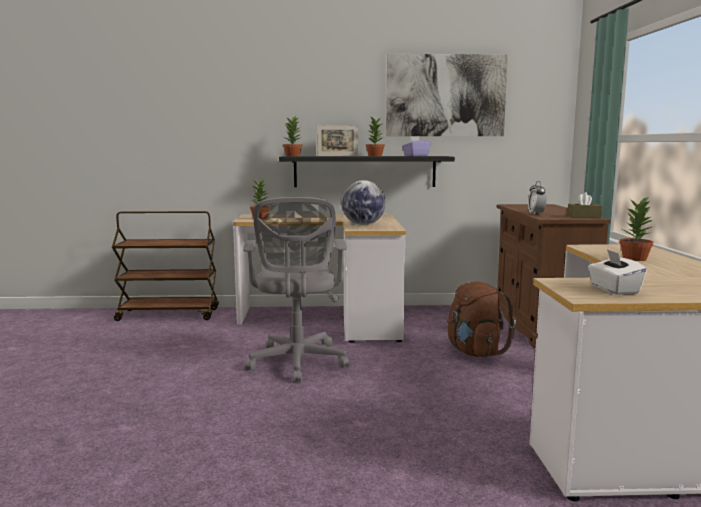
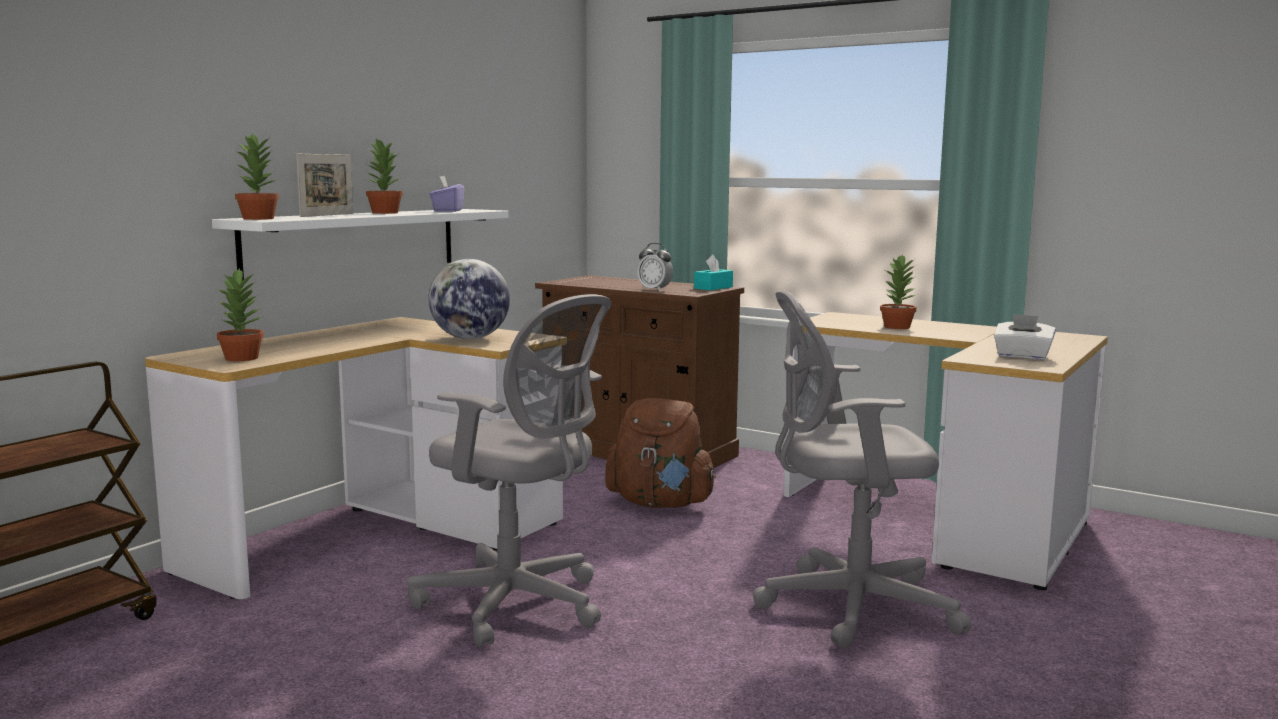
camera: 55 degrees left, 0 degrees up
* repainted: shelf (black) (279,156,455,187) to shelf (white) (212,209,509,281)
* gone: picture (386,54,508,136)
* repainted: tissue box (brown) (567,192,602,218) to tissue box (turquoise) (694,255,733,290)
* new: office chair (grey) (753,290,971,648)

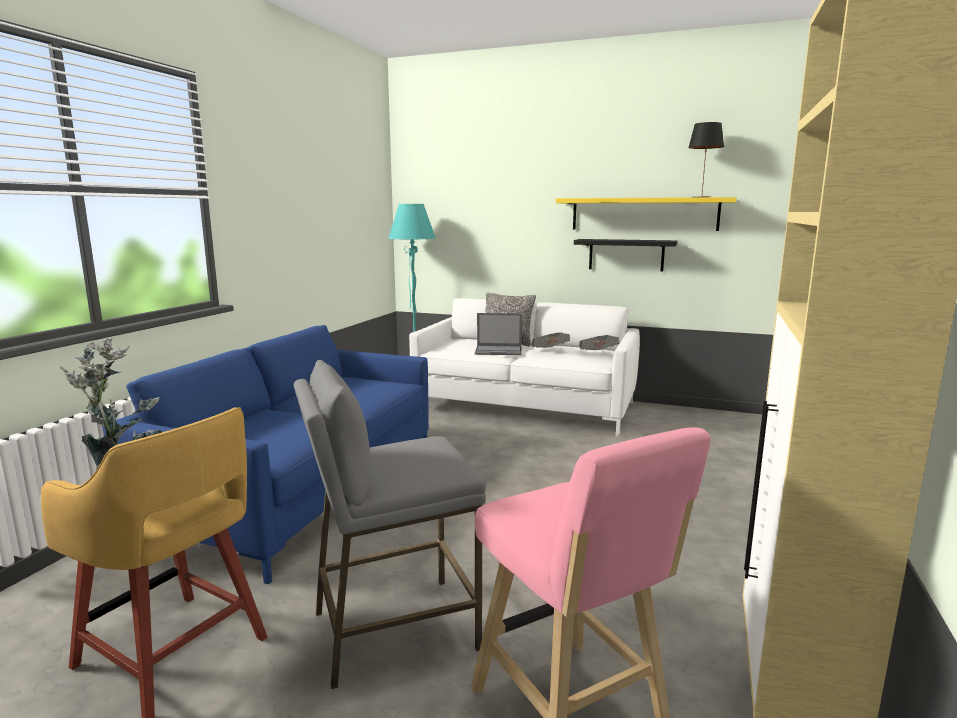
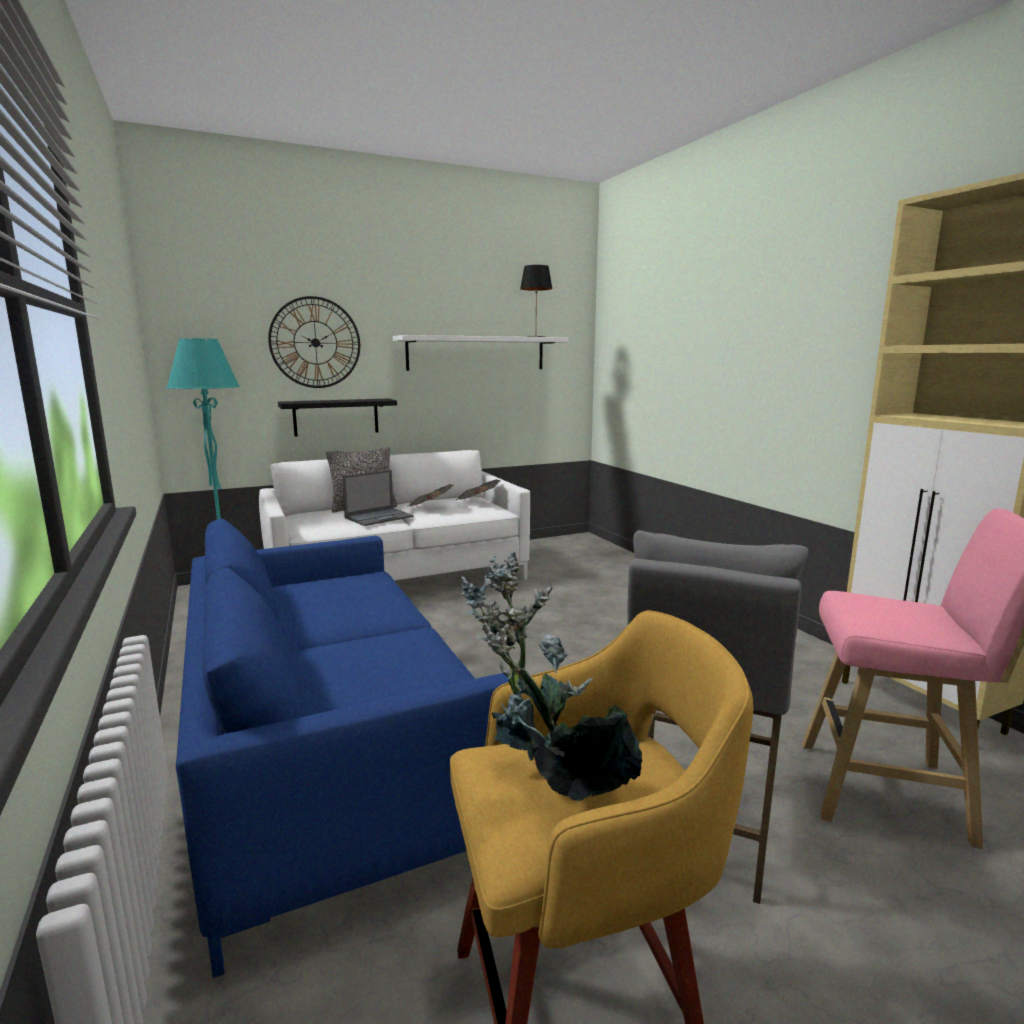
camera: 45 degrees left, 0 degrees up
* repainted: shelf (yellow) (556,197,737,231) to shelf (white) (393,335,569,371)
* shifted: shelf (black) (574,239,678,272) to (278,398,397,437)
* new: wall clock (268,296,360,388)

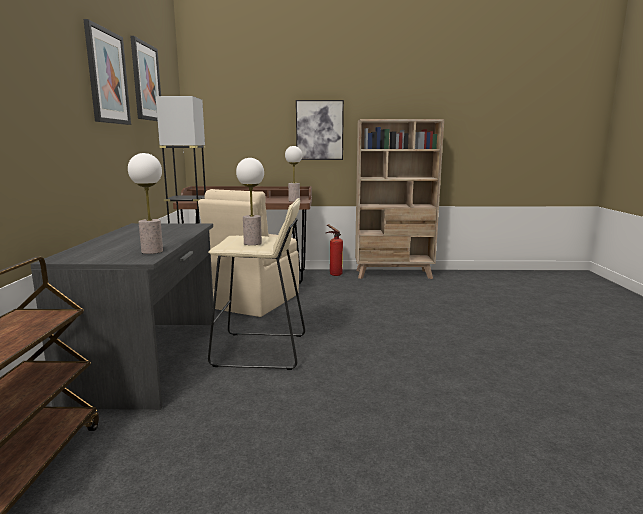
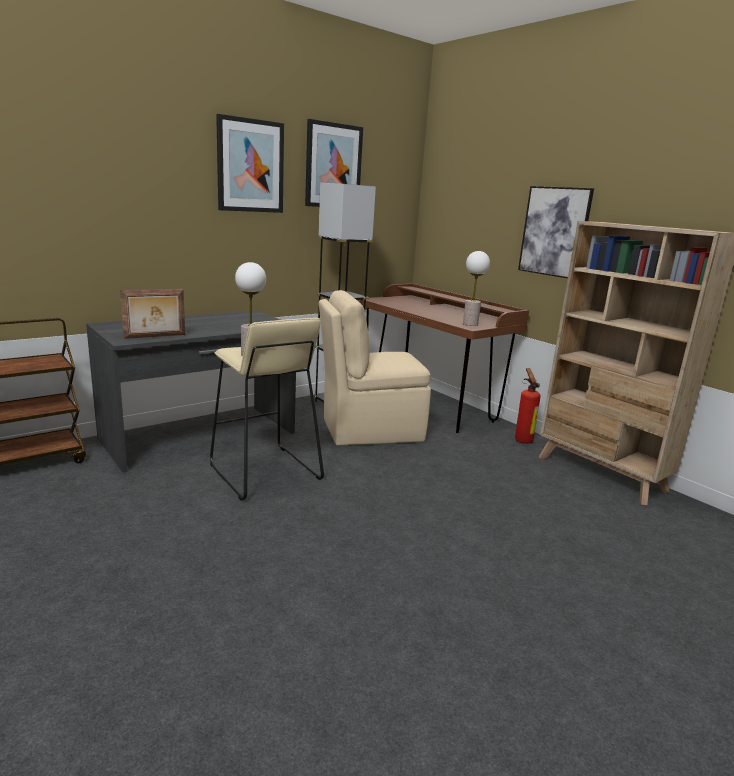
camera: 50 degrees right, 5 degrees up
* swapped: table lamp (128,153,163,254) to picture frame (120,289,185,339)

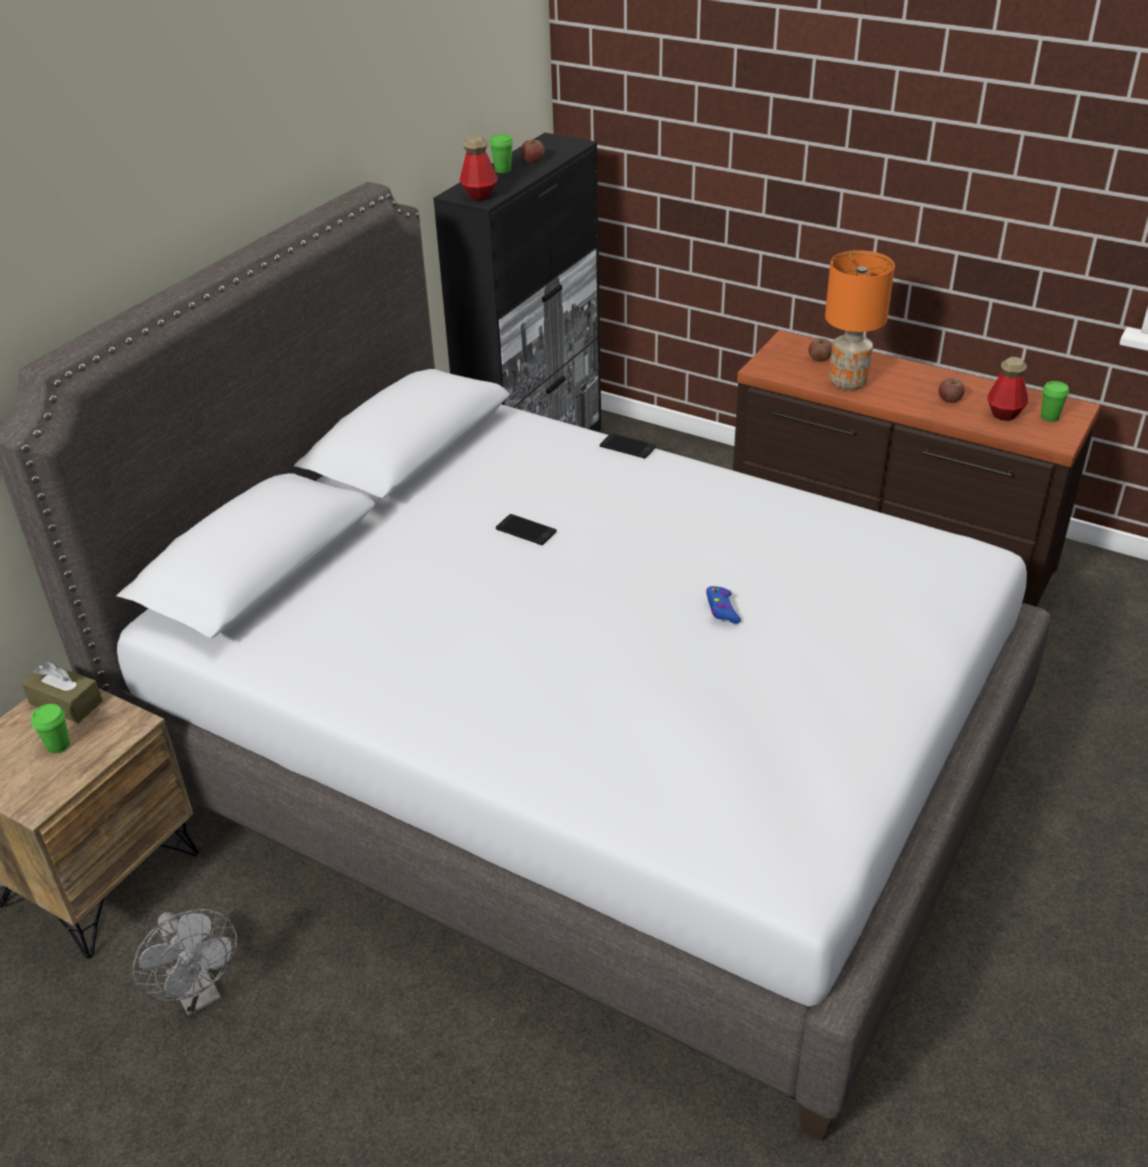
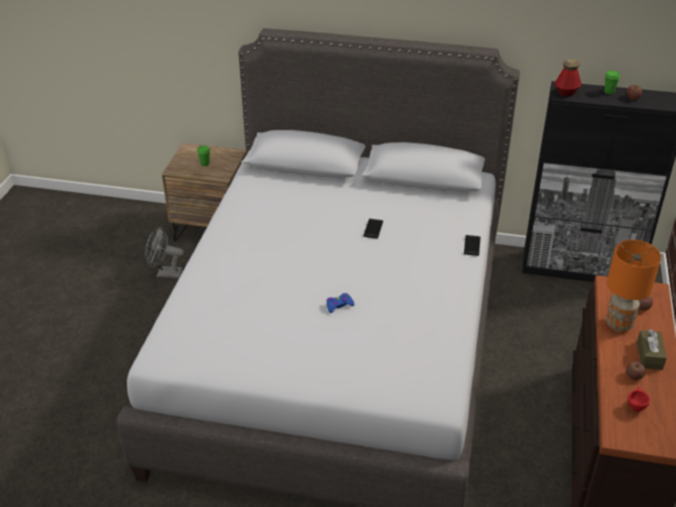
camera: 70 degrees right, 0 degrees up
* shifted: tissue box (brown) (21,662,103,723) to (637,329,667,370)
* rotated: fan (grey) (133,909,237,1016) = (145,227,184,279) 60 degrees clockwise
* swapped: bottle (987,357,1028,421) to cup (red) (628,387,650,412)
* gone: cup (green) (1041,381,1069,422)

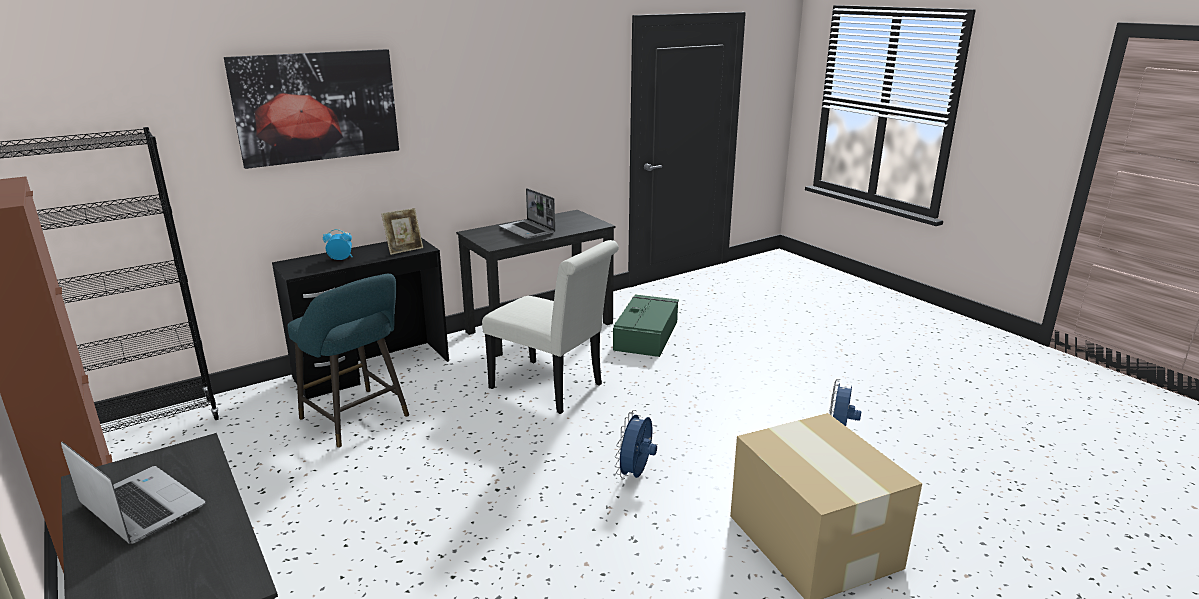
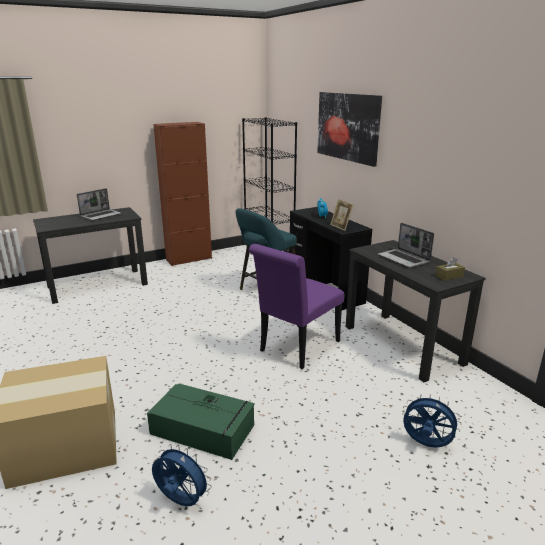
camera: 95 degrees right, 0 degrees up
* repainted: chair (white) (482,240,619,414) to chair (purple) (249,244,345,369)
* rotated: laptop (499,188,555,239) = (378,223,434,268) 90 degrees counterclockwise
* shifted: storage box (green) (613,295,679,357) to (147,383,255,460)
* shifted: fan (blue) (615,410,657,479) to (402,394,461,448)
* new: tissue box (brown) (435,257,465,281)

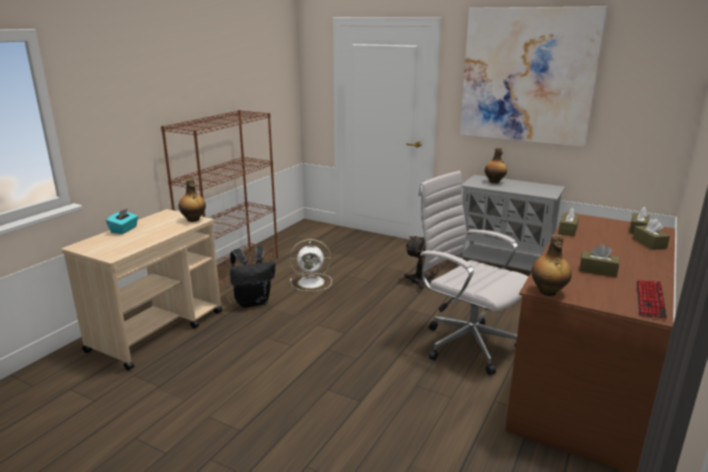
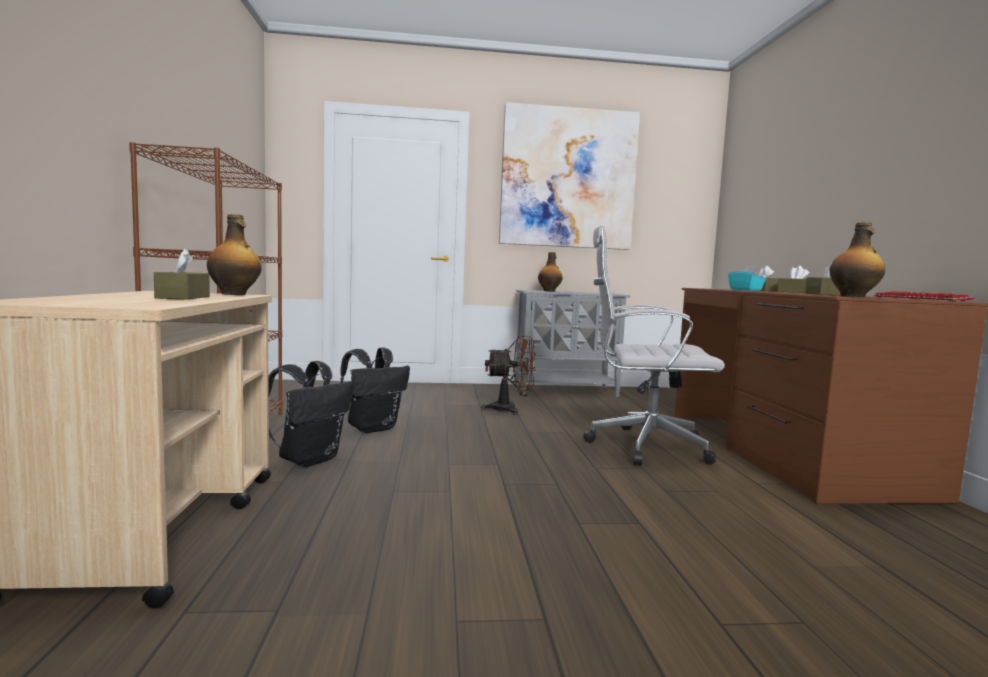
camera: 35 degrees left, 15 degrees down
* shifted: tissue box (turquoise) (106,208,138,234) to (728,266,766,291)
* swapped: fan (white) (290,239,332,291) to backpack (black) (340,347,410,433)
* shifted: tissue box (brown) (558,207,579,236) to (154,249,210,300)

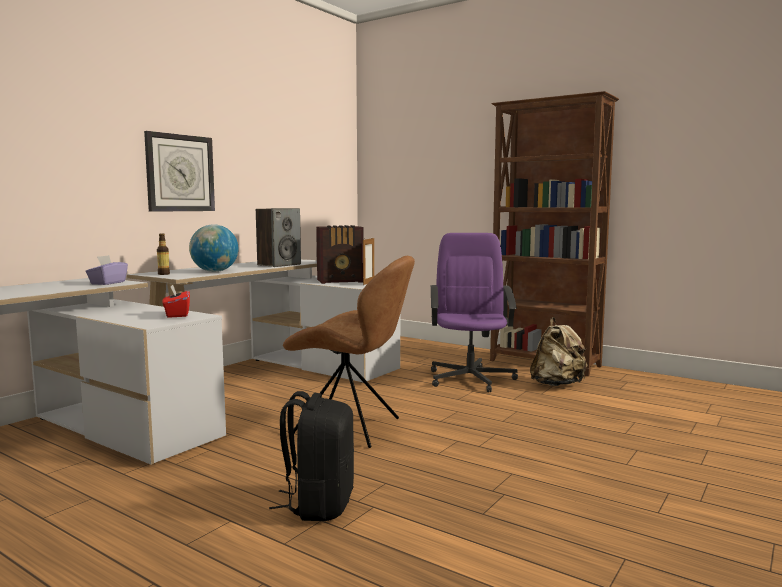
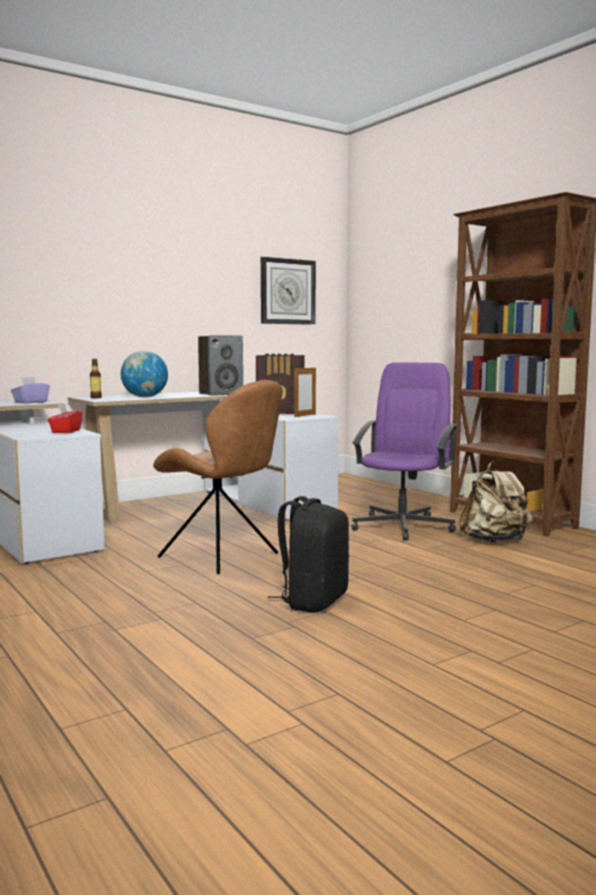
camera: 20 degrees right, 0 degrees up
* shifted: wall clock (144,131,215,212) to (261,257,316,325)
* shifted: backpack (black) (269,391,354,521) to (268,496,349,612)

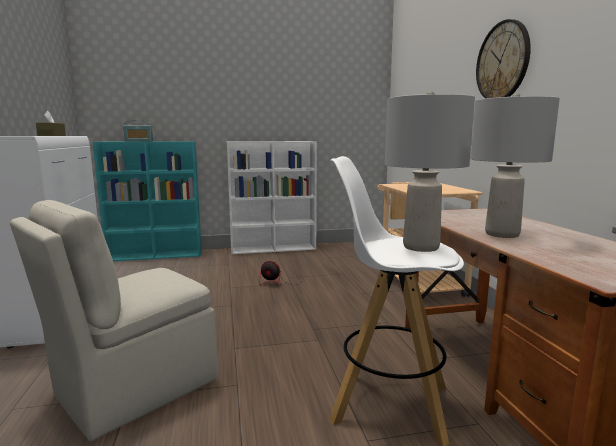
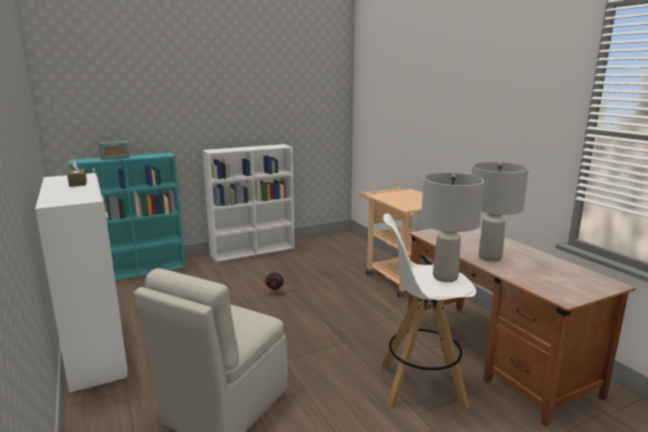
camera: 15 degrees left, 5 degrees up
* gone: wall clock (476,19,531,99)

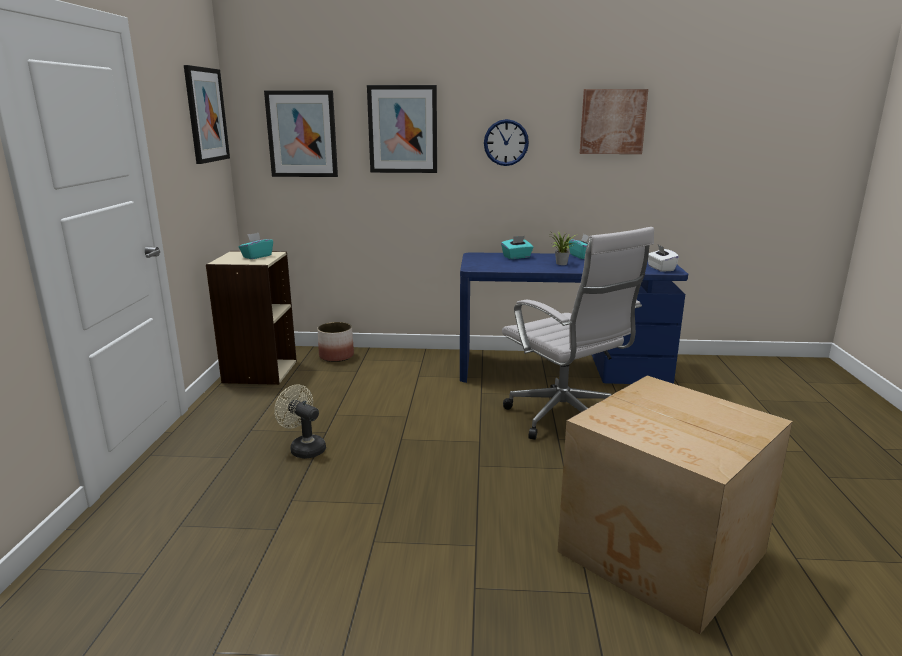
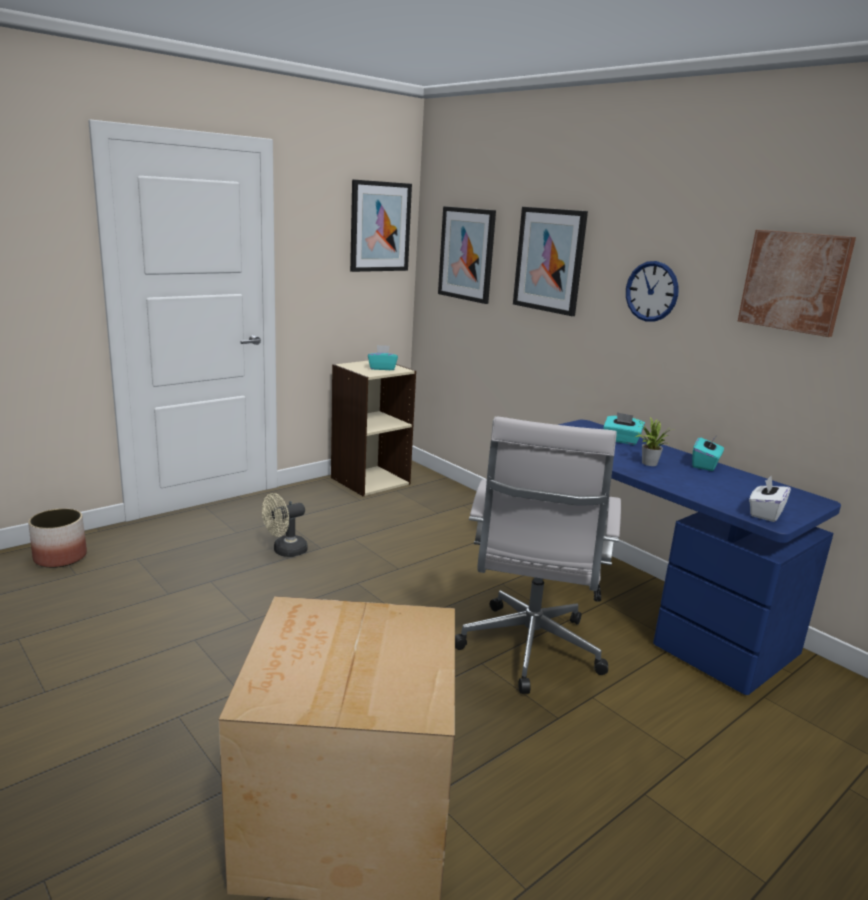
camera: 45 degrees right, 0 degrees up
* rotated: fan (beige) (274,385,326,459) = (262,493,308,557) 120 degrees counterclockwise
* shifted: planter (317,322,354,362) to (28,508,87,568)

